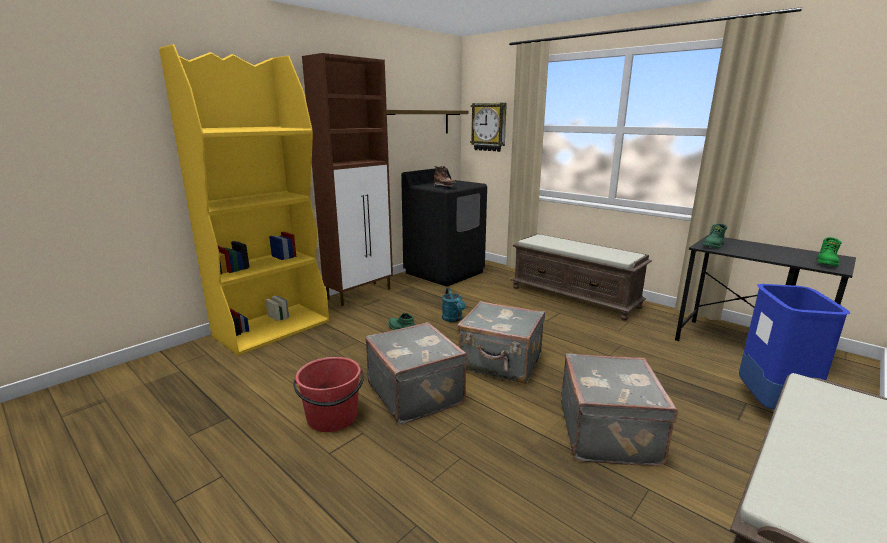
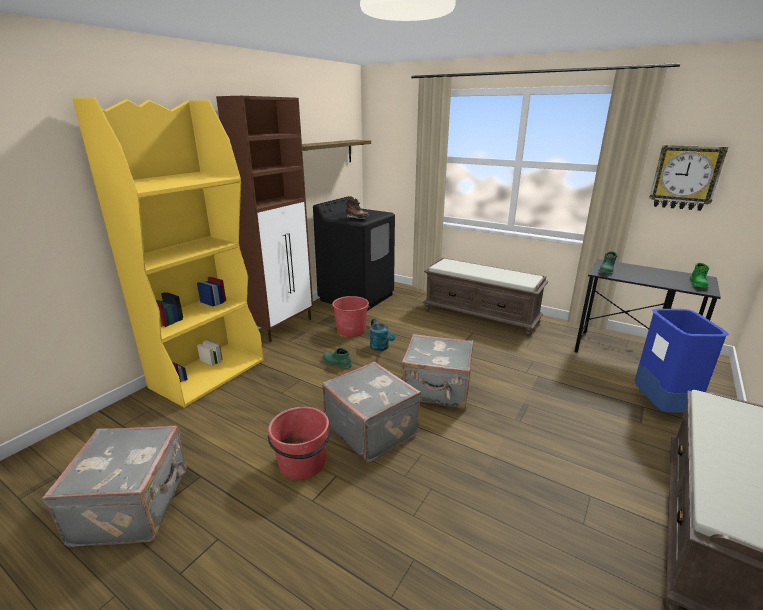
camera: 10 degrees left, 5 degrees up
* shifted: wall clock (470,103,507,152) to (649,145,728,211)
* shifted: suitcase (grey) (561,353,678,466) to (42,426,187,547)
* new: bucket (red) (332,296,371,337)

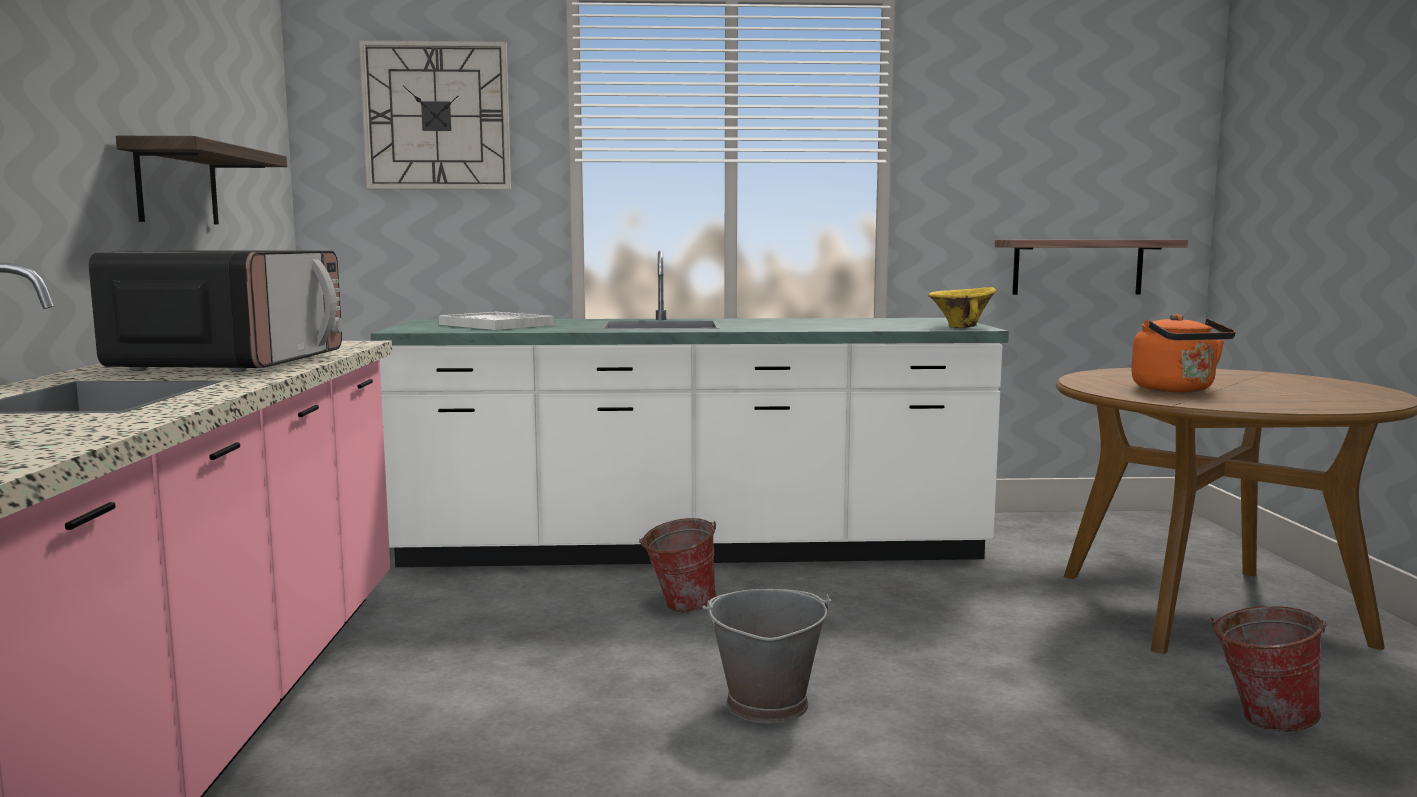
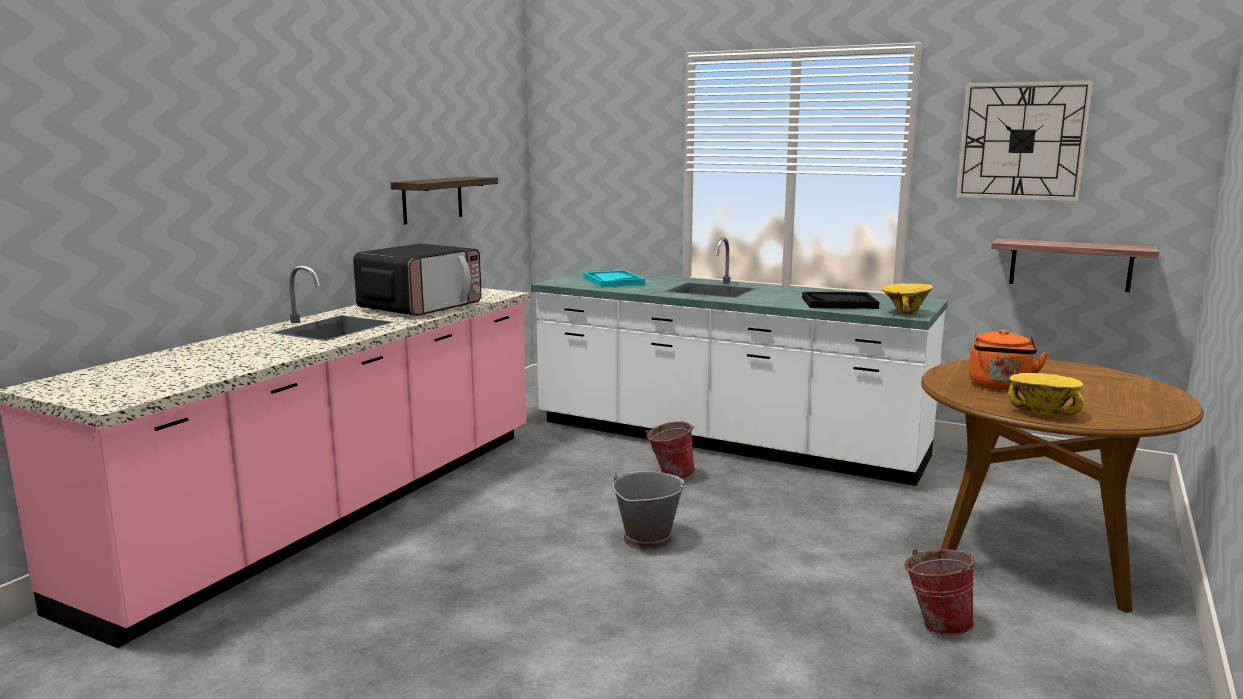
camera: 30 degrees right, 5 degrees up
* shifted: wall clock (359,40,511,190) to (956,80,1094,201)
* repainted: tray (white) (439,312,554,330) to tray (turquoise) (583,270,645,287)
* new: tray (black) (802,292,879,309)
* new: bowl (yellow) (1008,373,1084,416)

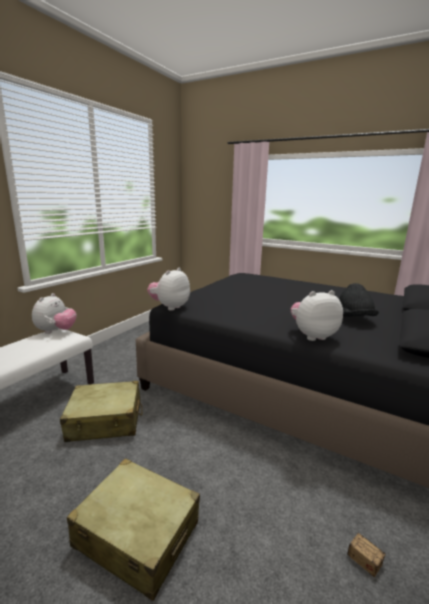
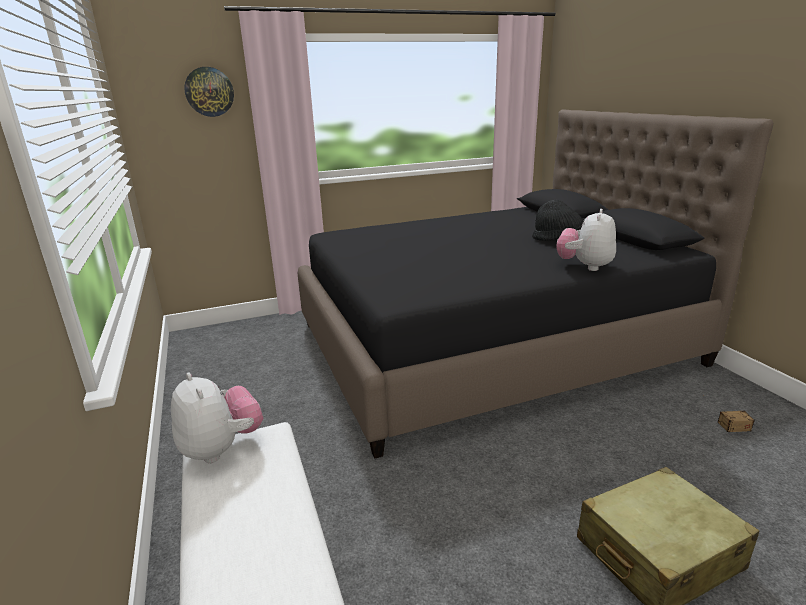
camera: 50 degrees left, 5 degrees up
* gone: suitcase (beige) (60,381,142,442)
* gone: plush toy (147,268,190,311)
* new: wall clock (184,67,234,117)

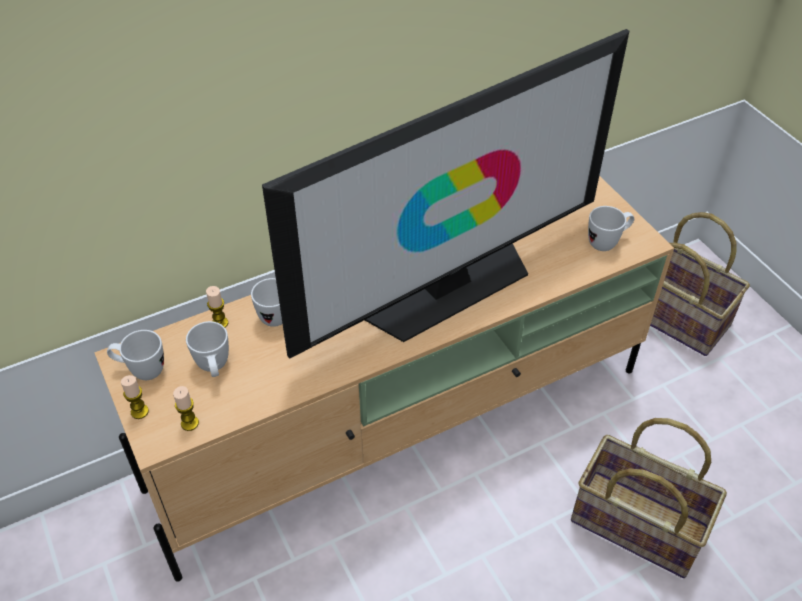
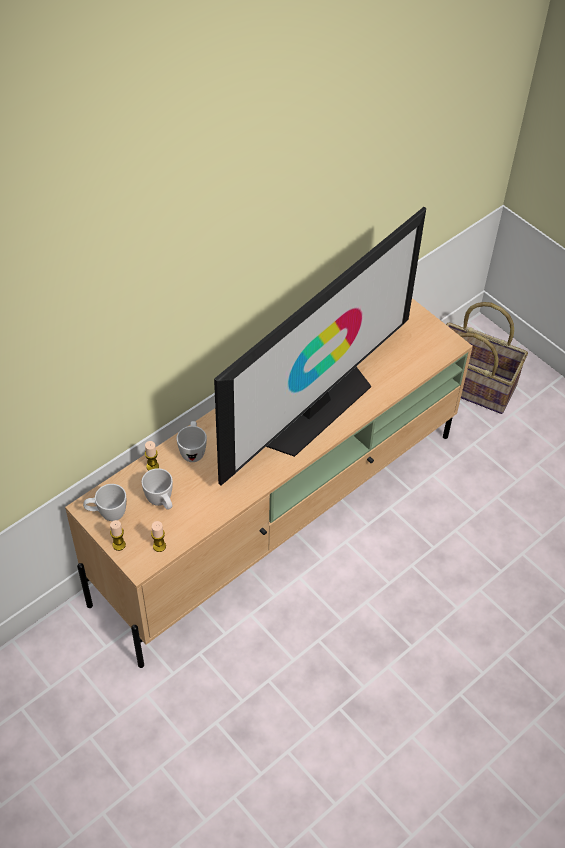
camera: 15 degrees left, 5 degrees up
* gone: basket (571,418,727,578)
* gone: mug (white) (588,206,634,251)

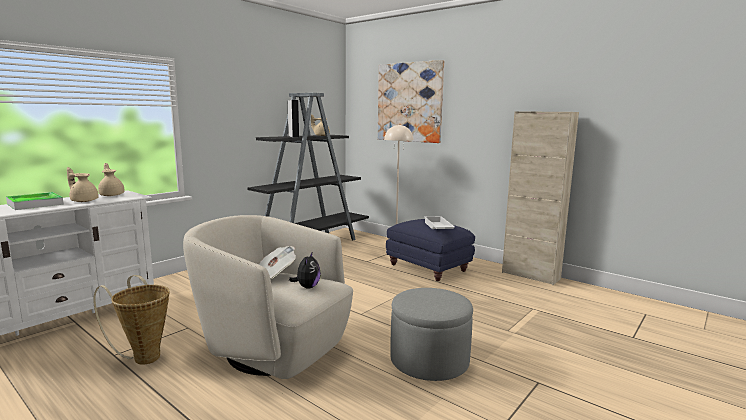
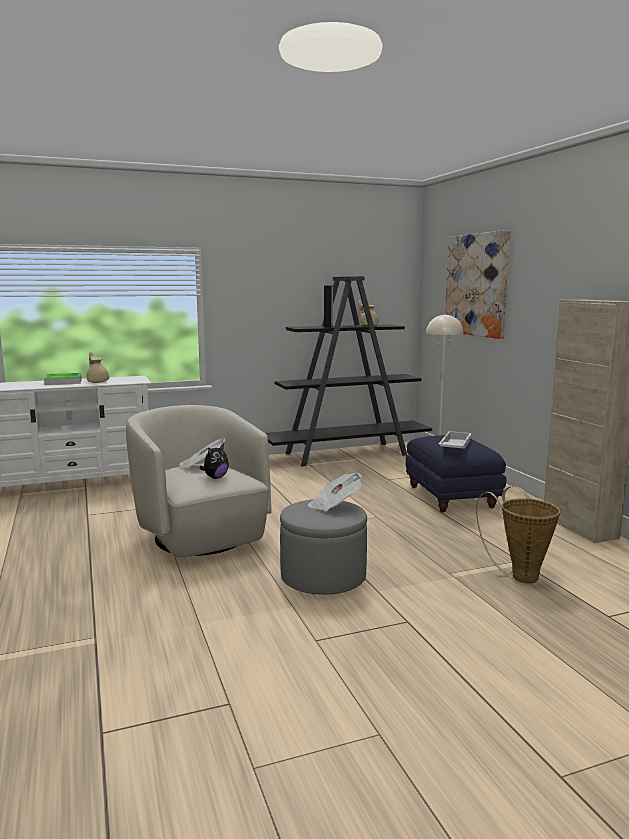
camera: 30 degrees right, 0 degrees up
* shifted: basket (93,275,170,365) to (476,486,560,583)
* gone: teapot (beige) (98,163,125,196)
* new: newspaper (308,473,362,511)

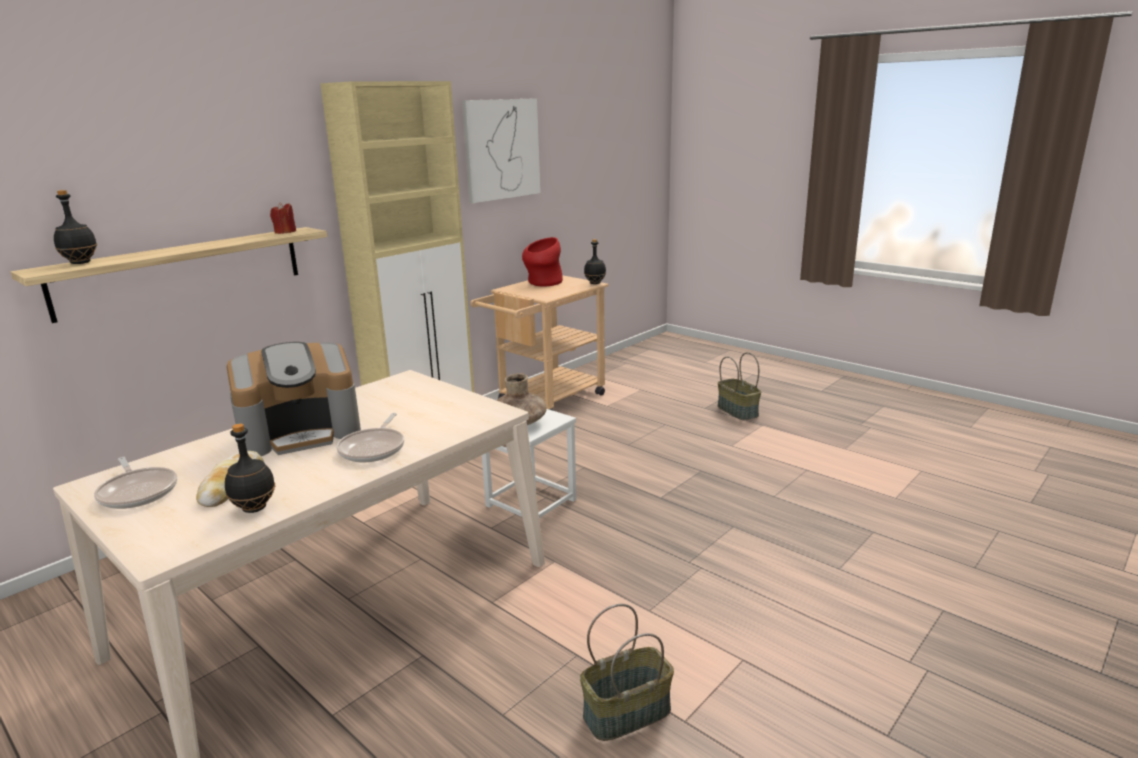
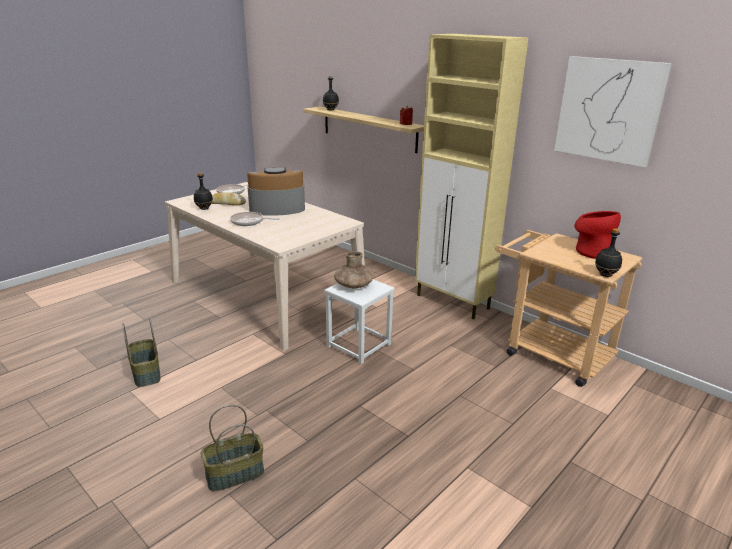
camera: 90 degrees right, 5 degrees up
* rotated: coffee machine (226,342,361,456) = (247,168,305,216) 105 degrees clockwise
* shifted: basket (718,352,761,420) to (201,405,264,491)

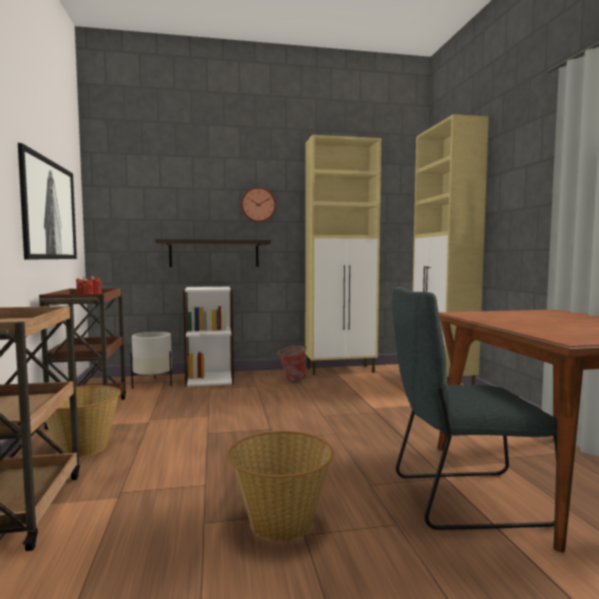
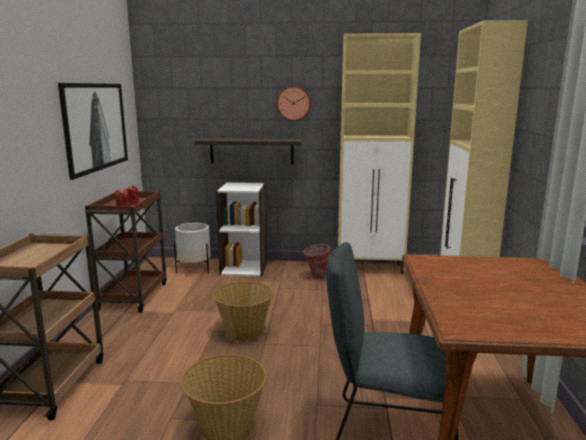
camera: 15 degrees right, 10 degrees up
* shifted: basket (45,385,121,458) to (213,281,273,341)

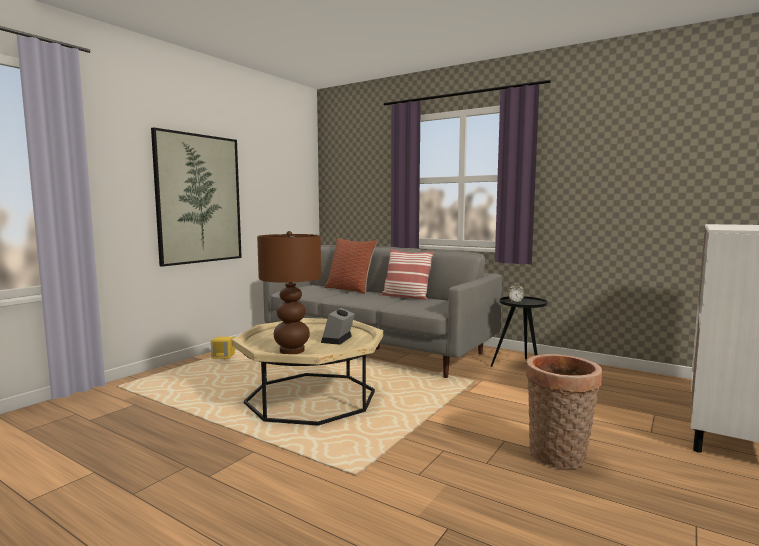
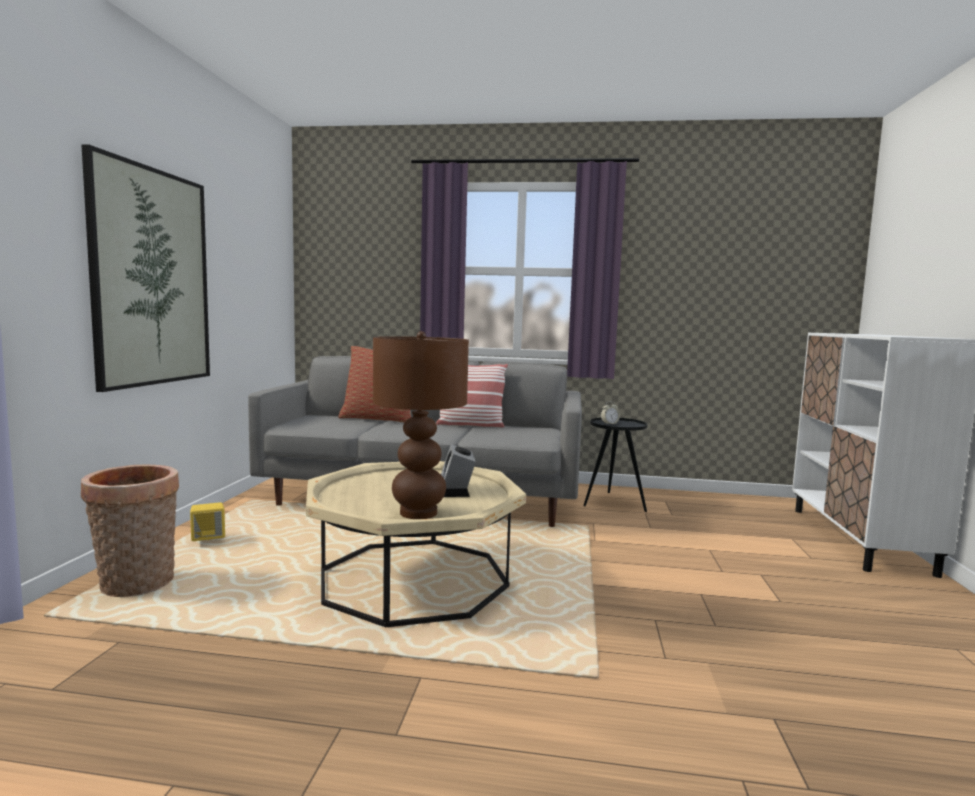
camera: 25 degrees left, 0 degrees up
* shifted: basket (526,354,602,469) to (81,464,179,597)

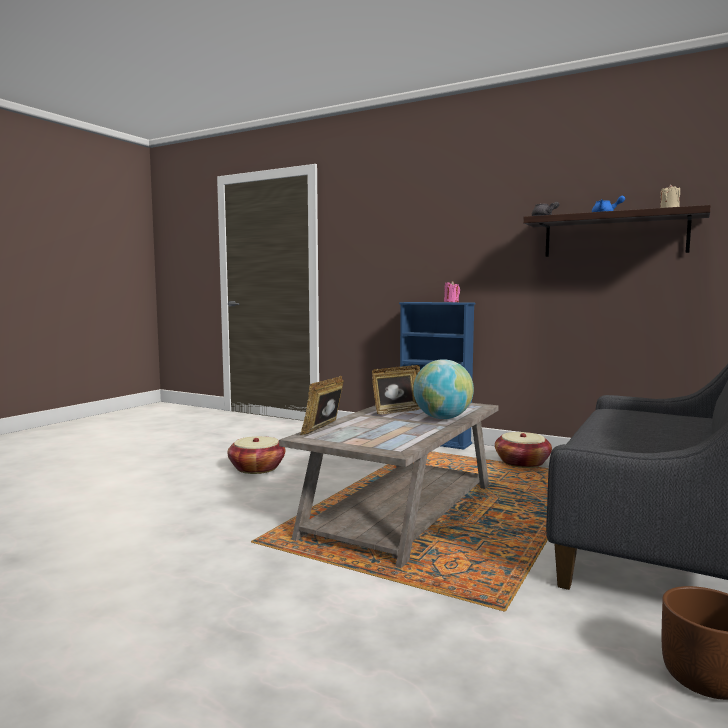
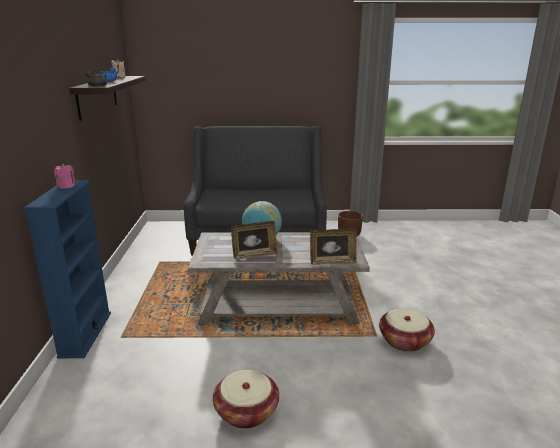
camera: 120 degrees left, 15 degrees up
* rotated: picture frame (372,365,420,415) = (231,221,278,259) 135 degrees clockwise
* shifted: basket (495,432,552,468) to (379,308,435,352)

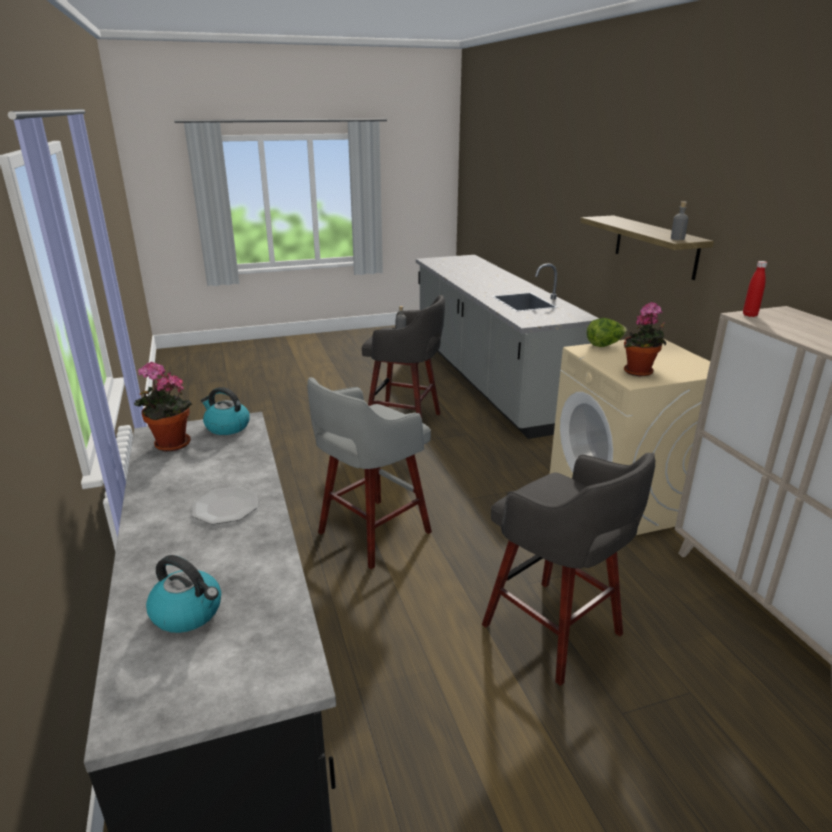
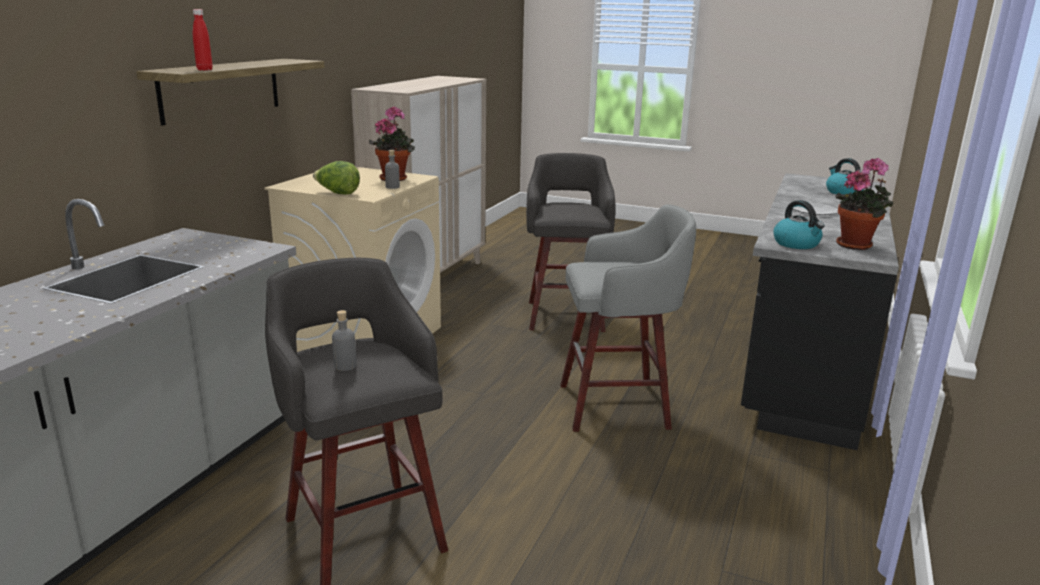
camera: 140 degrees left, 5 degrees down
* shifted: bottle (grey) (671,201,688,240) to (385,150,400,189)
* shifted: bottle (red) (743,261,767,317) to (193,9,212,71)

